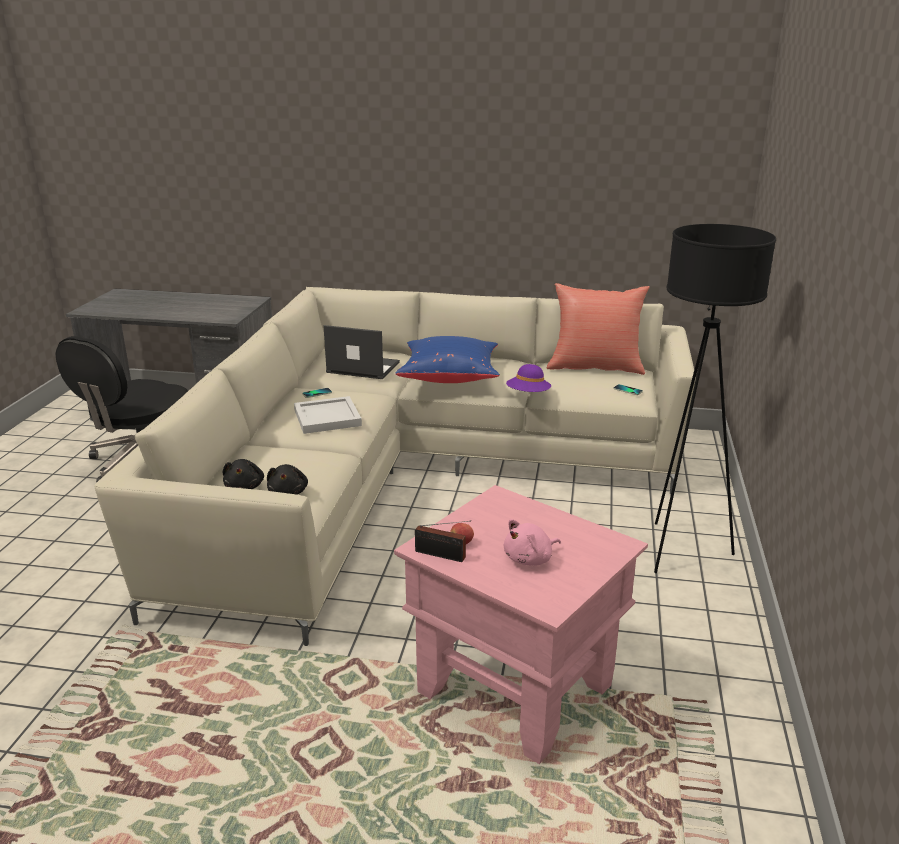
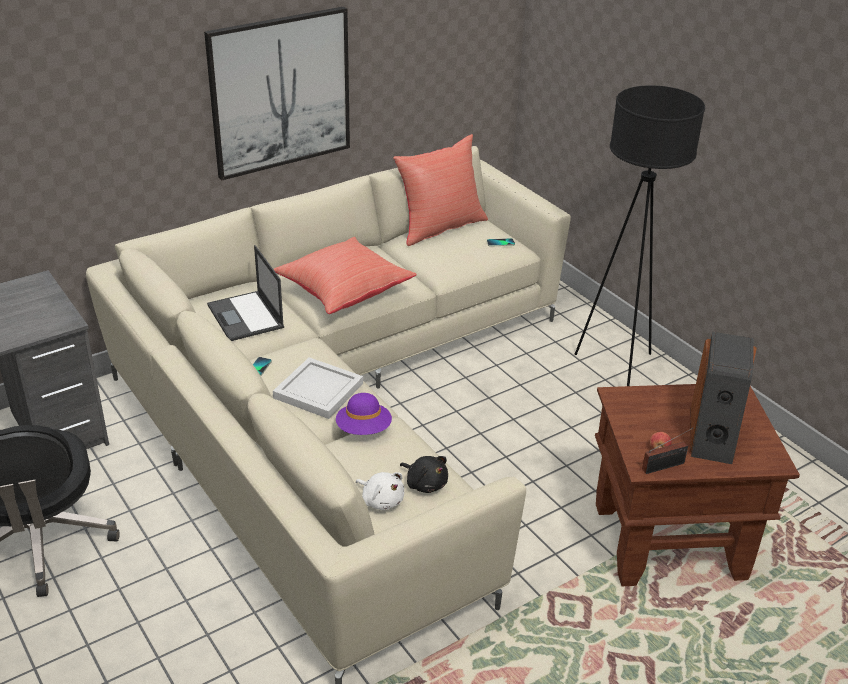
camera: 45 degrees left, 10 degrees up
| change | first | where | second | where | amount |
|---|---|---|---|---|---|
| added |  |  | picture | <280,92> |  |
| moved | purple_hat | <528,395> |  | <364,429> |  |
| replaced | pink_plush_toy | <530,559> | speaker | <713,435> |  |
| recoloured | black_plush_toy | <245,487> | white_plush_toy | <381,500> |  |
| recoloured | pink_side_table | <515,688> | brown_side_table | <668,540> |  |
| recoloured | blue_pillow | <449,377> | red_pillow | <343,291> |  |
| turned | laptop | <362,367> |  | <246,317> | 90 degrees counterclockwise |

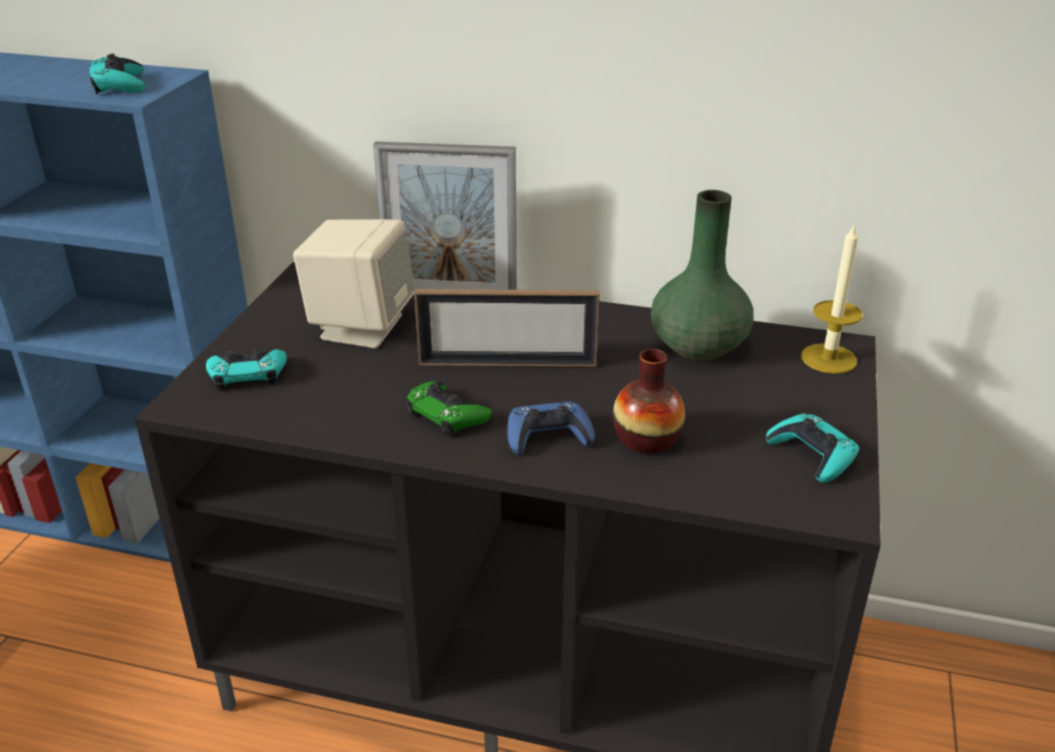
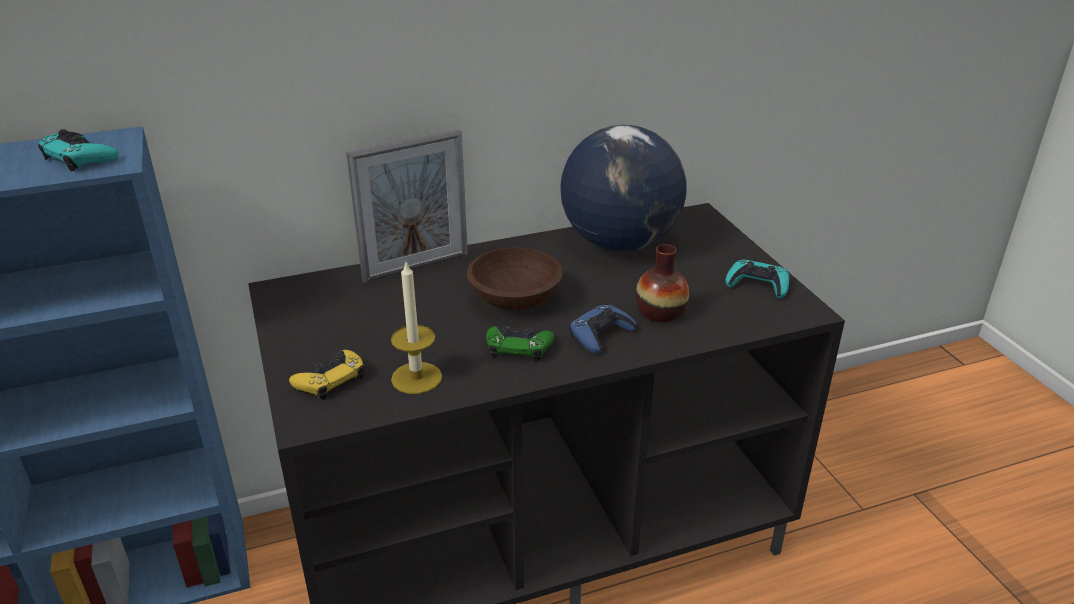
camera: 35 degrees left, 0 degrees up
| change | first | where | second | where | amount |
|---|---|---|---|---|---|
| removed | beige_speaker | <360,326> |  |  |  |
| moved | candle | <829,358> |  | <416,378> |  |
| replaced | picture_frame | <507,364> | brown_bowl | <515,298> |  |
| replaced | green_vase | <697,345> | globe | <619,243> |  |
| recoloured | turquoise_game_controller | <247,375> | yellow_game_controller | <330,380> |  |

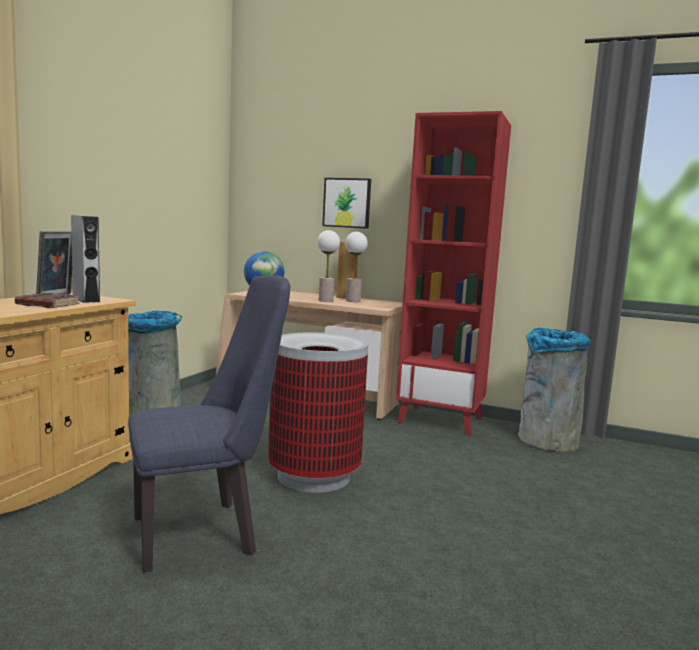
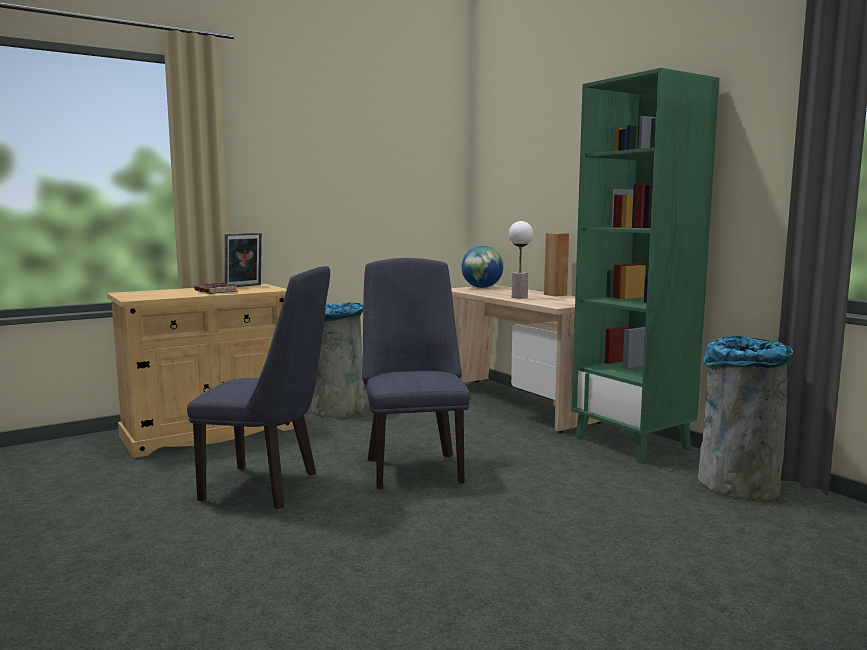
camera: 35 degrees right, 0 degrees up
| change | first | where | second | where | amount |
|---|---|---|---|---|---|
| removed | grey_speaker | <86,299> |  |  |  |
| removed | picture | <347,203> |  |  |  |
| removed | table_lamp | <353,301> |  |  |  |
| replaced | trash_can | <314,476> | blue_chair | <413,467> |  |
| recoloured | red_bookcase | <441,420> | green_bookcase | <632,443> |  |

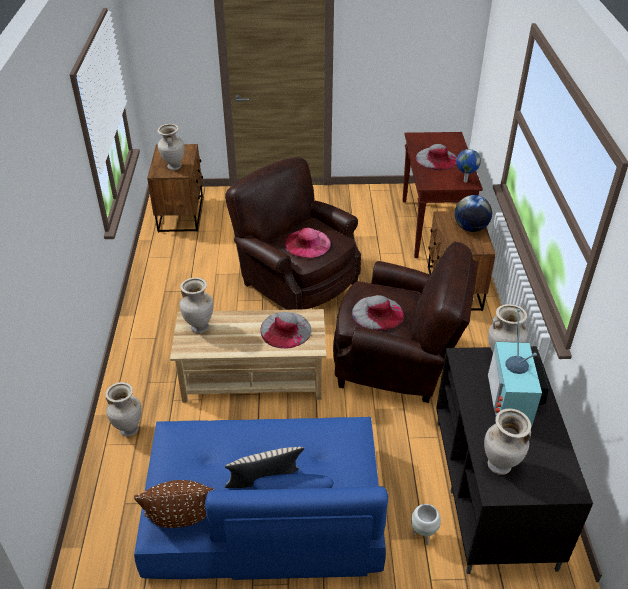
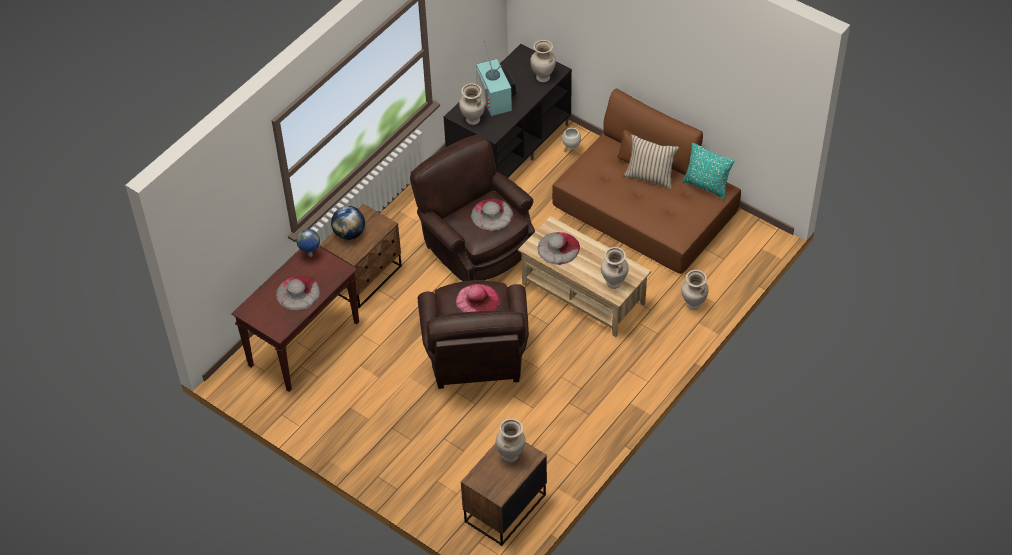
camera: 140 degrees left, 10 degrees up
| change | first | where | second | where | amount |
|---|---|---|---|---|---|
| recoloured | blue_sofa | <264,510> | brown_sofa | <645,209> |  |
| recoloured | brown_pillow | <182,521> | turquoise_pillow | <706,186> |  |
| turned | television | <513,401> |  | <497,98> | 120 degrees clockwise |

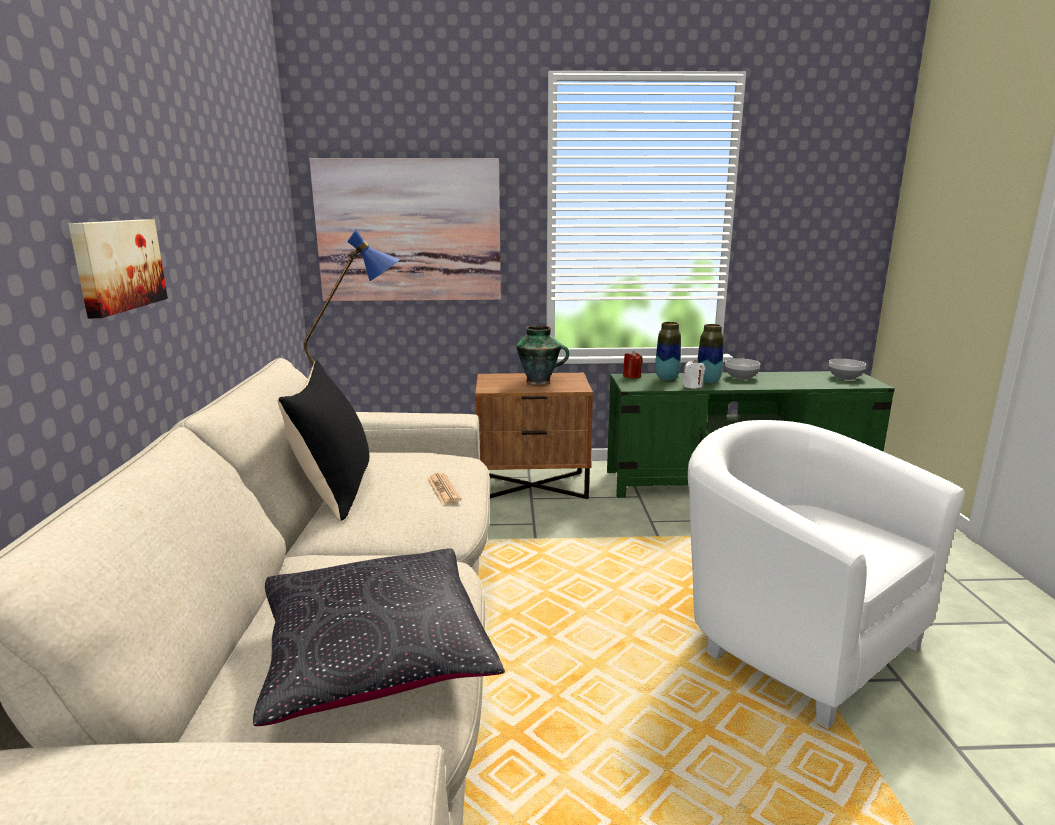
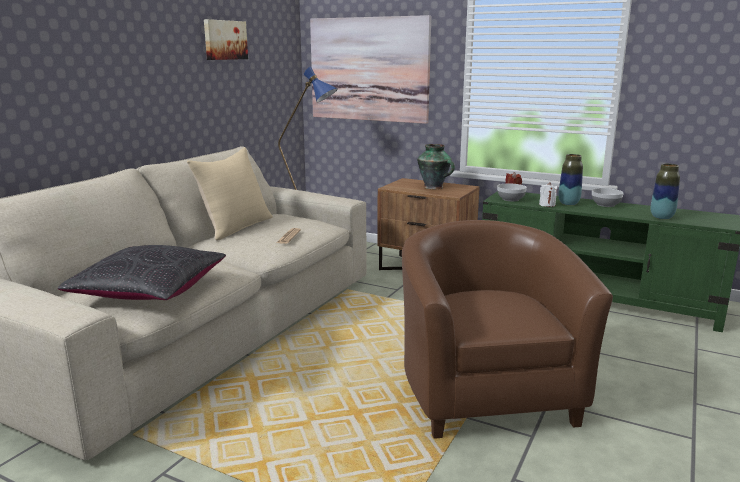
camera: 30 degrees right, 0 degrees up
| change | first | where | second | where | amount |
|---|---|---|---|---|---|
| moved | picture | <117,265> |  | <224,40> |  |
| moved | vase | <666,378> |  | <661,217> |  |
| moved | bowl | <845,377> |  | <511,199> |  |
| recoloured | black_pillow | <335,490> | beige_pillow | <236,227> |  |
| recoloured | white_armchair | <792,639> | brown_armchair | <485,393> |  |

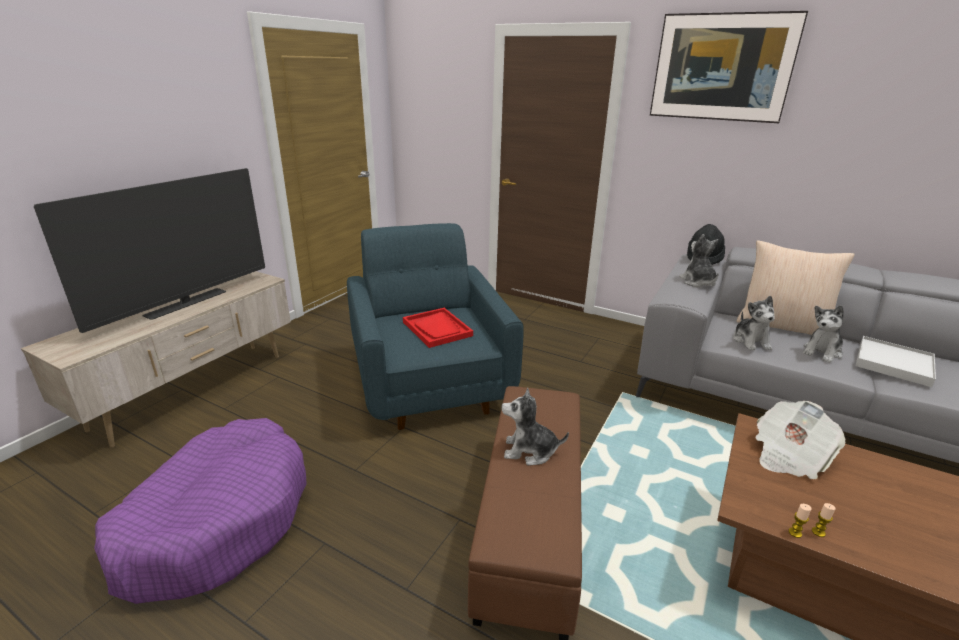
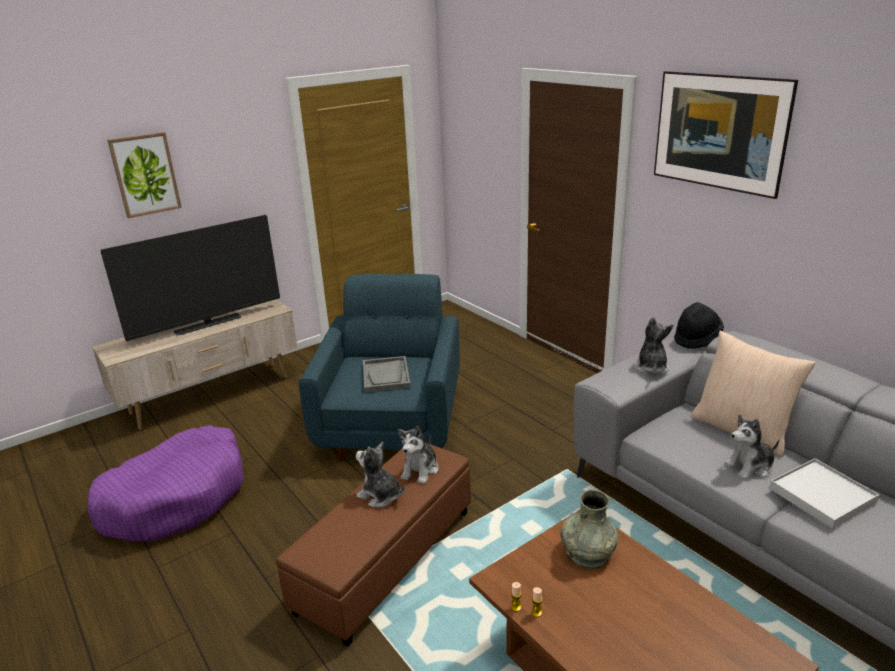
camera: 25 degrees right, 0 degrees up
| change | first | where | second | where | amount |
|---|---|---|---|---|---|
| added |  |  | picture | <145,174> |  |
| moved | plush_toy | <751,341> |  | <420,470> |  |
| replaced | newspaper | <789,455> | grey_vase | <587,552> |  |
| recoloured | red_tray | <437,329> | grey_tray | <386,376> |  |

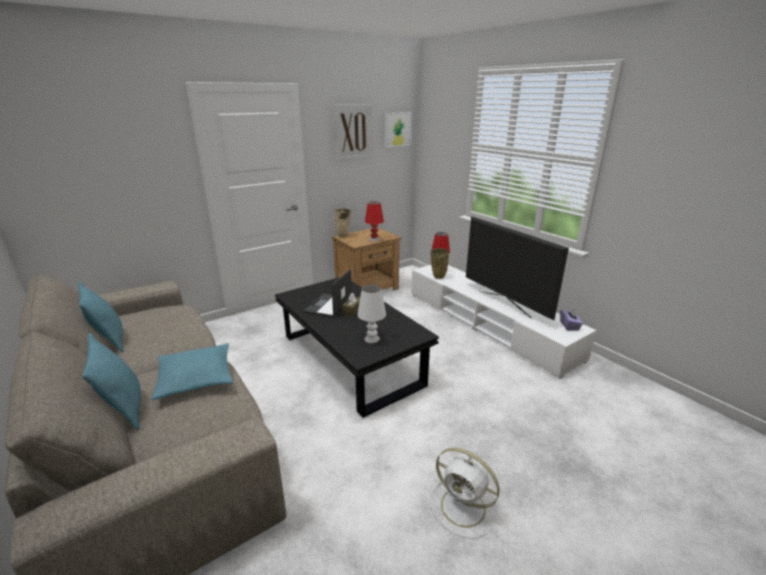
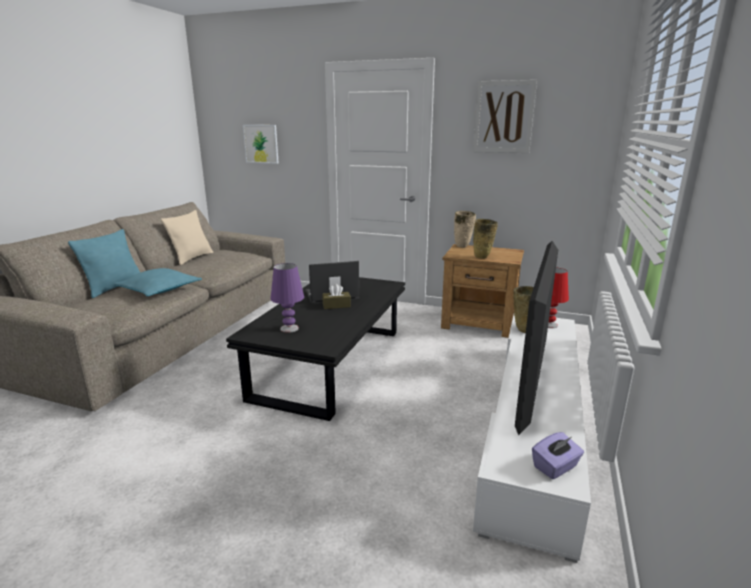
camera: 55 degrees right, 5 degrees down
| change | first | where | second | where | amount |
|---|---|---|---|---|---|
| removed | white_fan | <465,508> |  |  |  |
| moved | picture | <397,129> |  | <261,144> |  |
| replaced | red_table_lamp | <374,240> | beige_vase | <482,257> |  |
| recoloured | turquoise_pillow | <110,340> | beige_pillow | <192,258> |  |
| recoloured | white_table_lamp | <371,339> | purple_table_lamp | <289,328> |  |

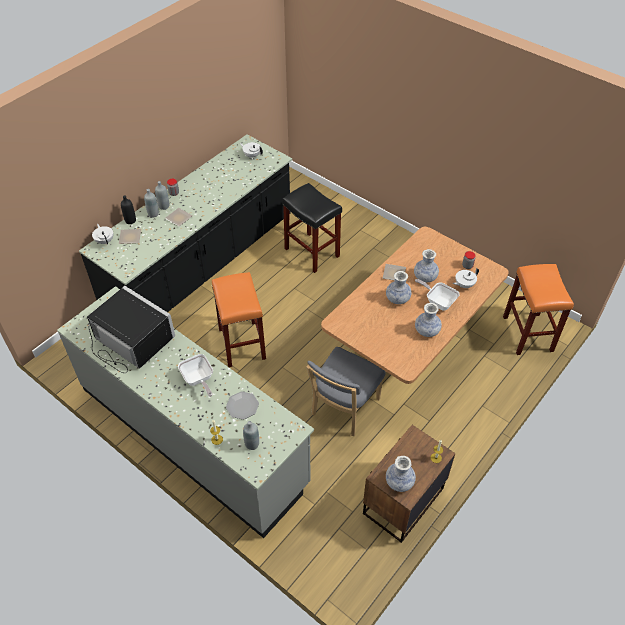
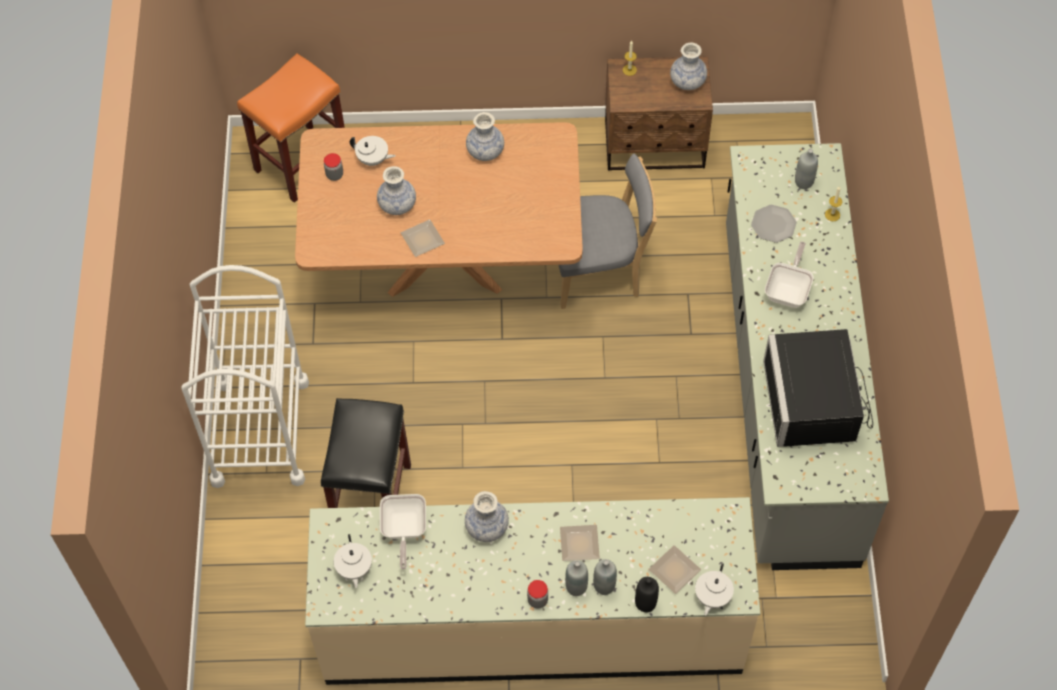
camera: 130 degrees left, 10 degrees up
| change | first | where | second | where | amount |
|---|---|---|---|---|---|
| removed | orange_stool | <242,344> |  |  |  |
| added |  |  | white_cart | <260,432> |  |
| moved | vase | <397,299> |  | <487,527> |  |
| moved | frying_pan | <438,301> |  | <403,530> |  |
| recoloured | black_counter | <202,265> | beige_counter | <532,625> |  |

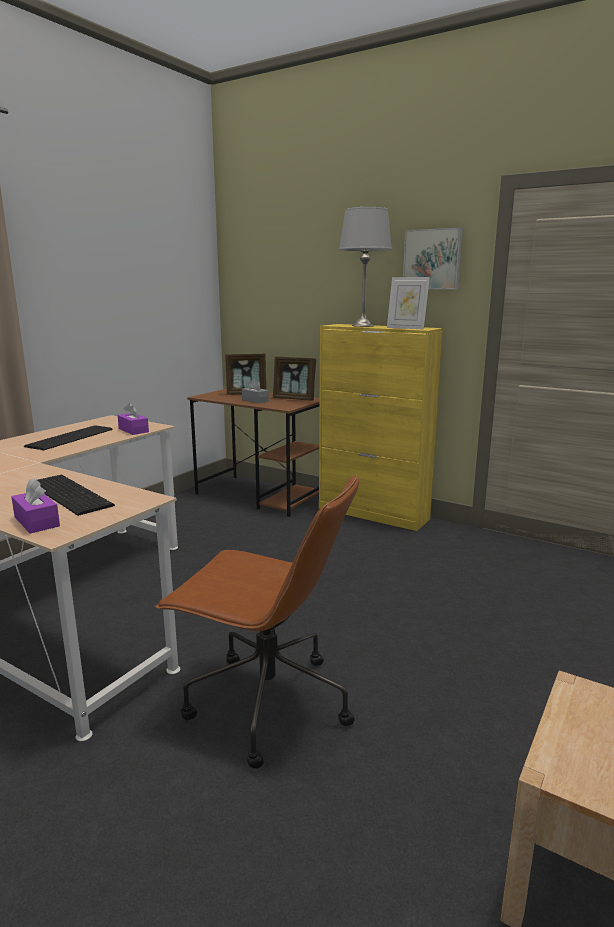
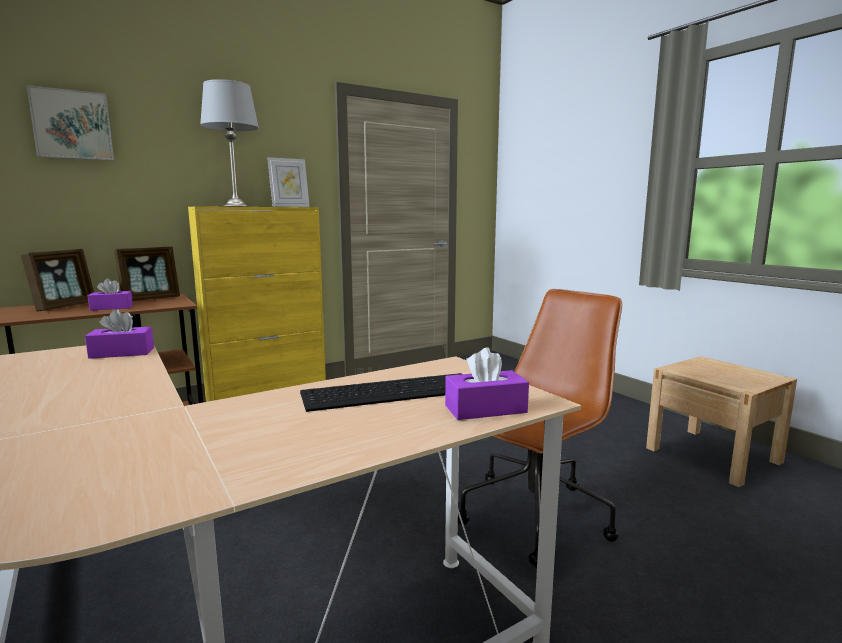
camera: 65 degrees left, 5 degrees down
| change | first | where | second | where | amount |
|---|---|---|---|---|---|
| removed | keyboard | <68,438> |  |  |  |
| moved | picture | <432,259> |  | <72,125> |  |
| recoloured | grey_tissue_box | <255,400> | purple_tissue_box | <111,307> |  |

